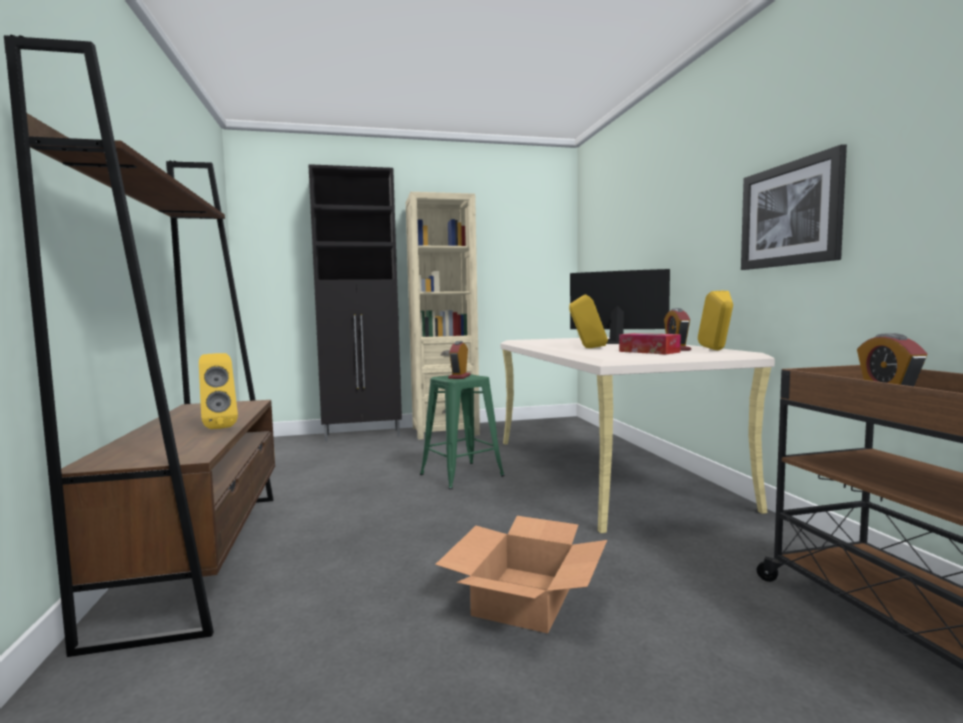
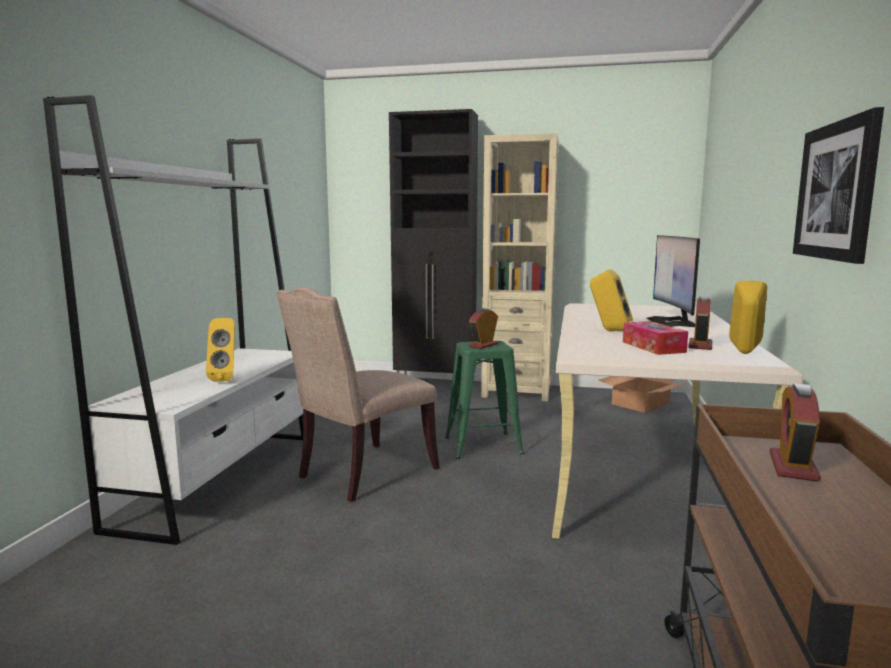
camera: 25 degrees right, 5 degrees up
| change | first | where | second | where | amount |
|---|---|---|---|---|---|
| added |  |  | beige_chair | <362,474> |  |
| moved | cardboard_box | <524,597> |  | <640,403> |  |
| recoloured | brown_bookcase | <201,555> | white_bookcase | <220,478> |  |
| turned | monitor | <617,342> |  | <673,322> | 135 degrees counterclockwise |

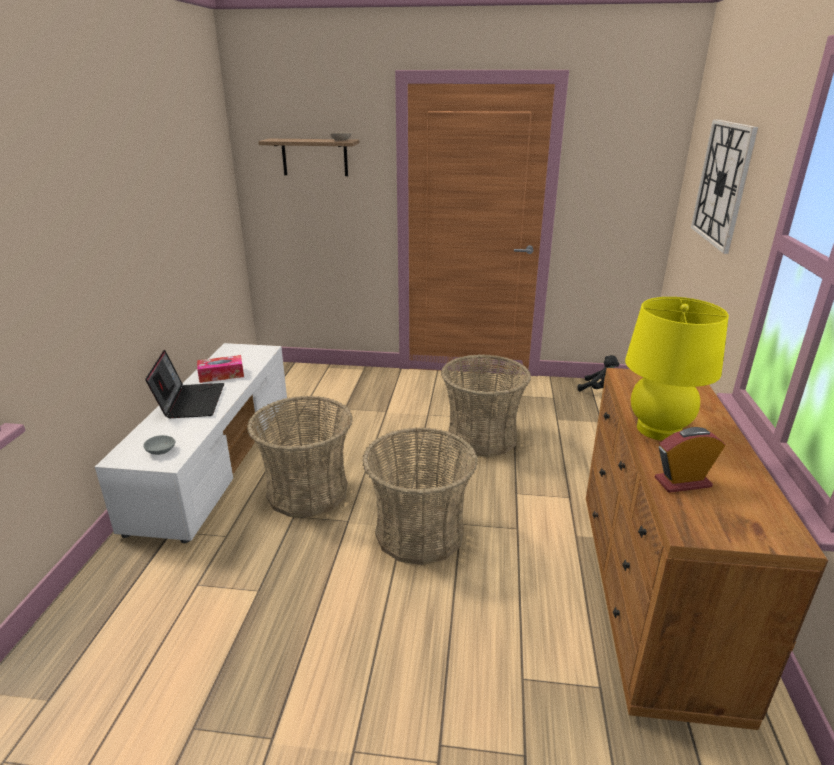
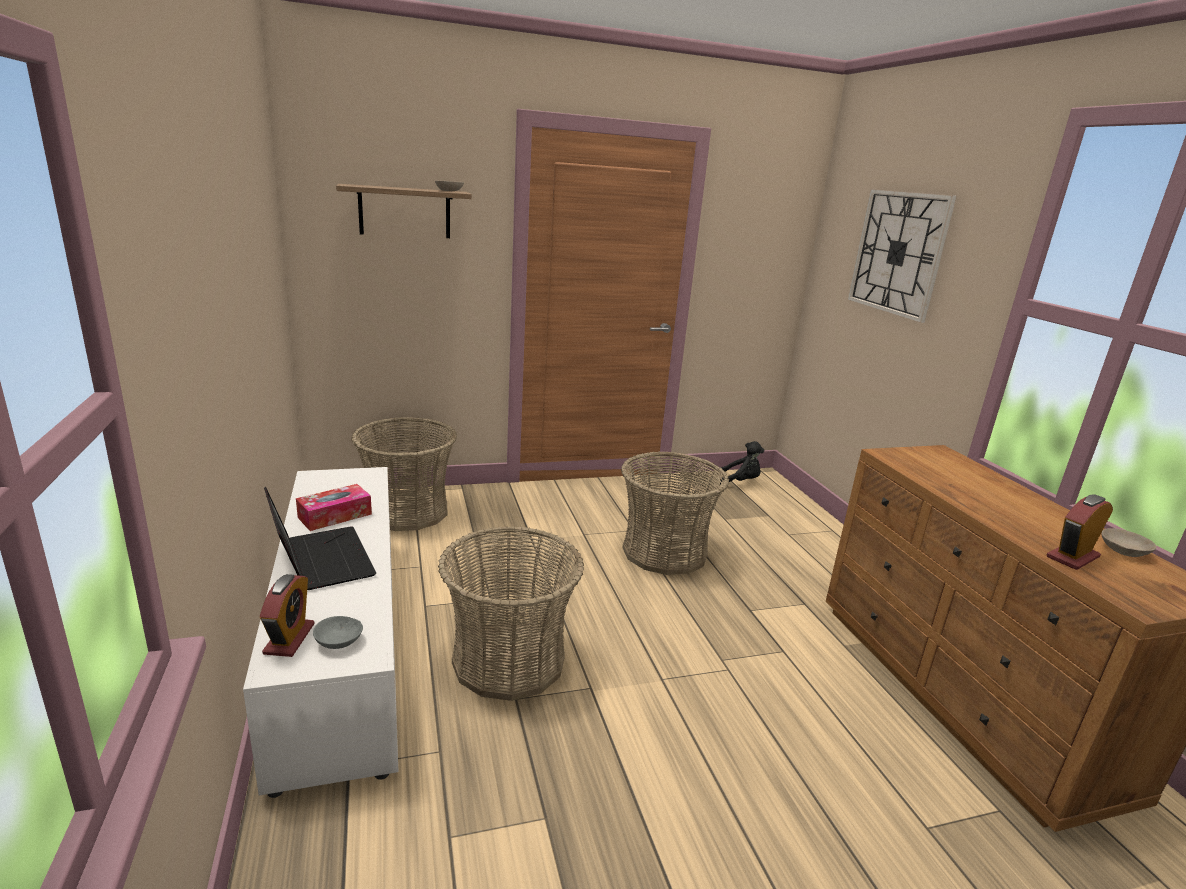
camera: 25 degrees left, 5 degrees down
| change | first | where | second | where | amount |
|---|---|---|---|---|---|
| removed | yellow_table_lamp | <658,429> |  |  |  |
| added |  |  | alarm_clock | <289,639> |  |
| added |  |  | beige_bowl | <1124,551> |  |
| moved | basket | <420,533> |  | <407,511> |  |

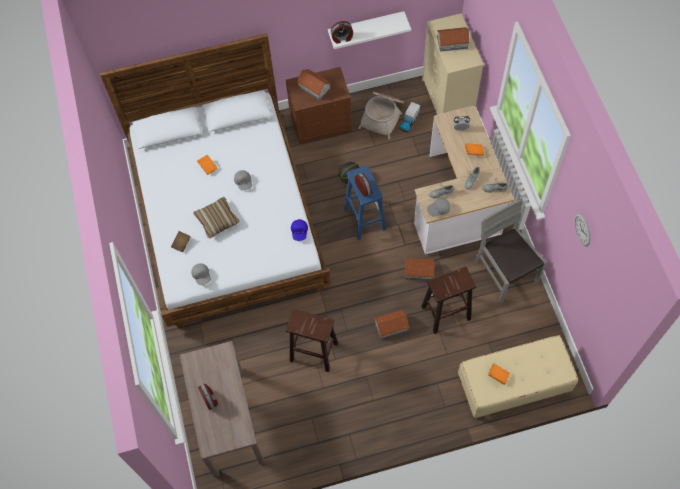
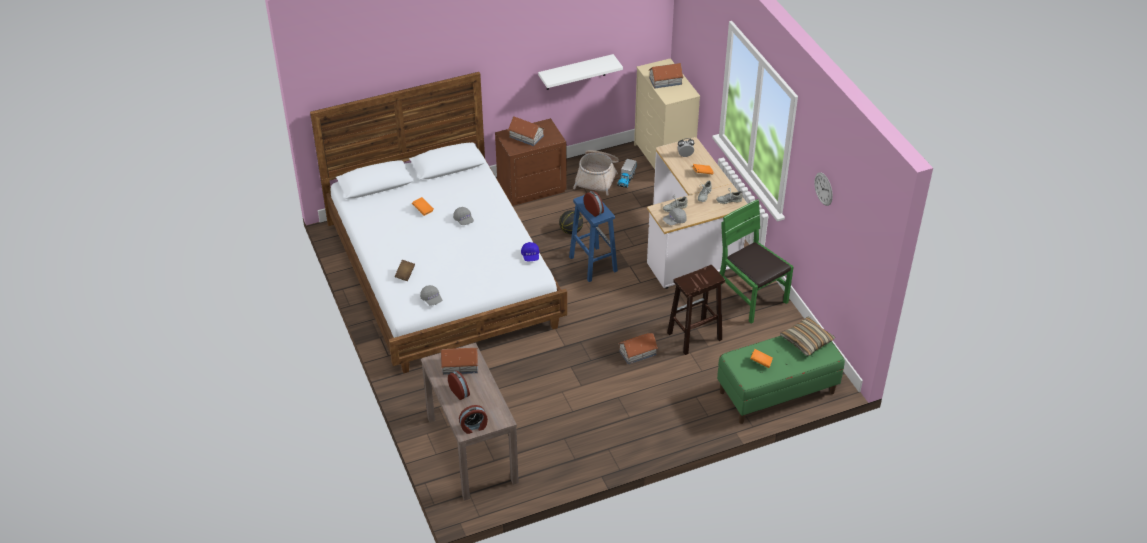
camera: 10 degrees left, 20 degrees down
| change | first | where | second | where | amount |
|---|---|---|---|---|---|
| removed | brown_stool | <313,352> |  |  |  |
| moved | pillow | <217,220> |  | <806,341> |  |
| moved | alarm_clock | <342,38> |  | <474,427> |  |
| moved | toy_house | <419,271> |  | <460,365> |  |
| recoloured | beige_bench | <512,386> | green_bench | <777,392> |  |
| recoloured | grey_chair | <505,272> | green_chair | <751,297> |  |

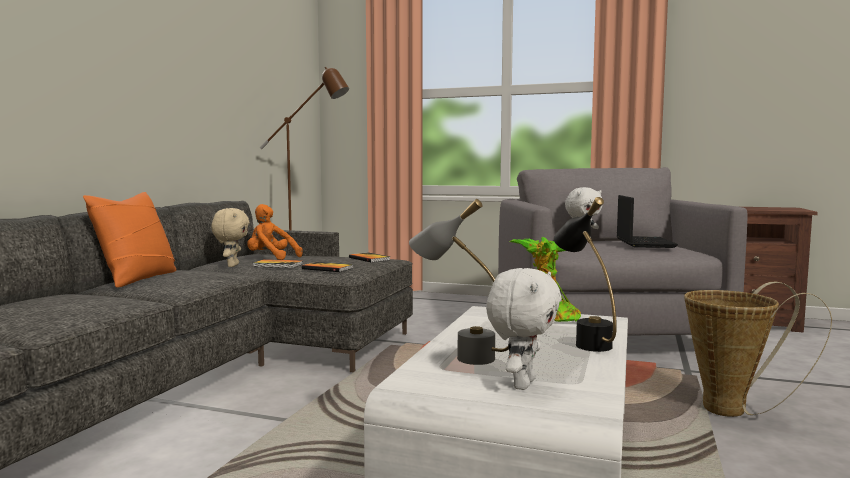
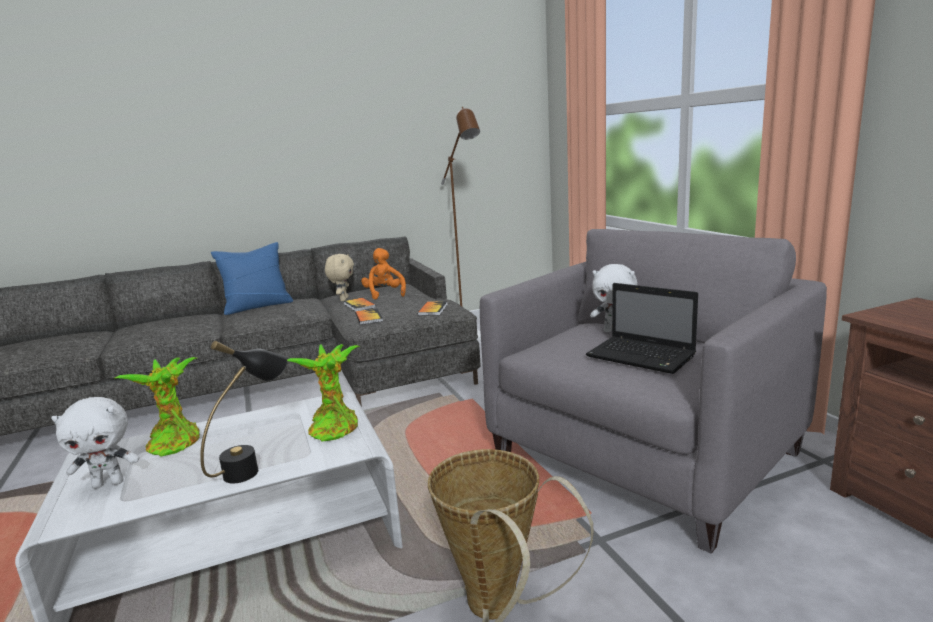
camera: 50 degrees right, 10 degrees up
| change | first | where | second | where | amount |
|---|---|---|---|---|---|
| replaced | grey_table_lamp | <460,355> | potted_plant | <174,441> |  |
| recoloured | orange_pillow | <137,278> | blue_pillow | <257,306> |  |
| turned | beige_plush_toy | <232,265> |  | <343,299> | 45 degrees counterclockwise |
| turned | laptop | <643,243> |  | <643,356> | 75 degrees clockwise |

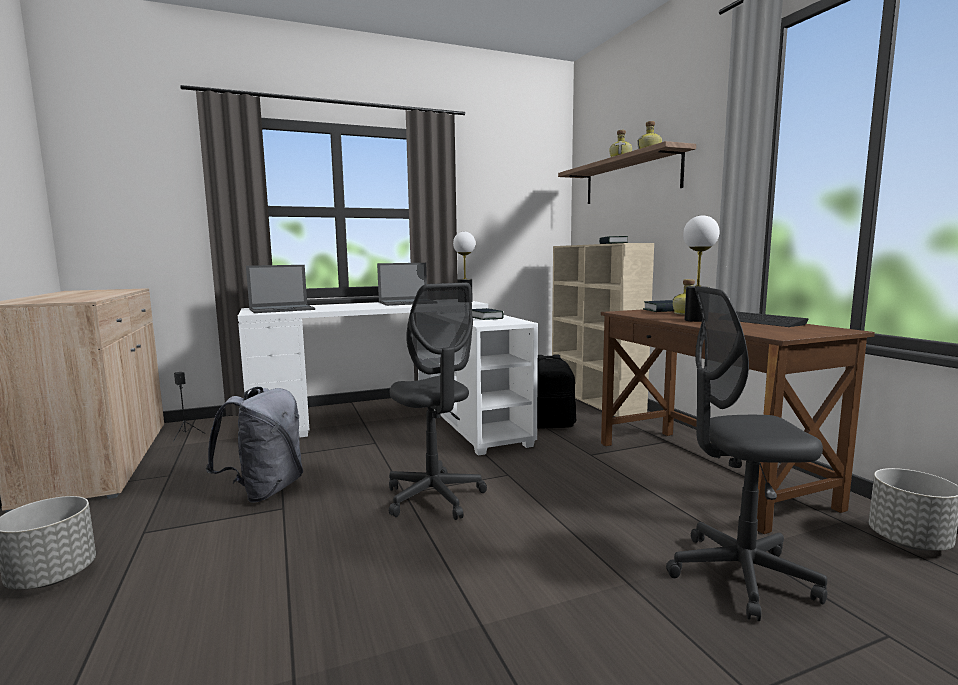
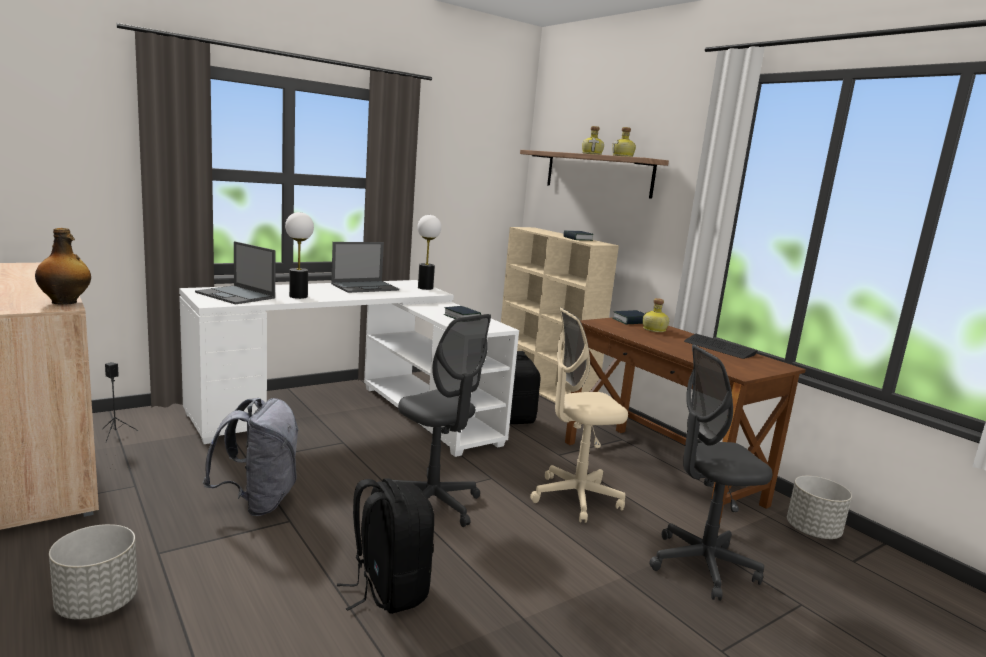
camera: 15 degrees left, 5 degrees up
| change | first | where | second | where | amount |
|---|---|---|---|---|---|
| added |  |  | bottle | <65,302> |  |
| added |  |  | black_backpack | <388,590> |  |
| added |  |  | beige_office_chair | <575,498> |  |
| moved | table_lamp | <696,320> |  | <298,296> |  |
| turned | laptop | <282,309> |  | <236,295> | 75 degrees clockwise |

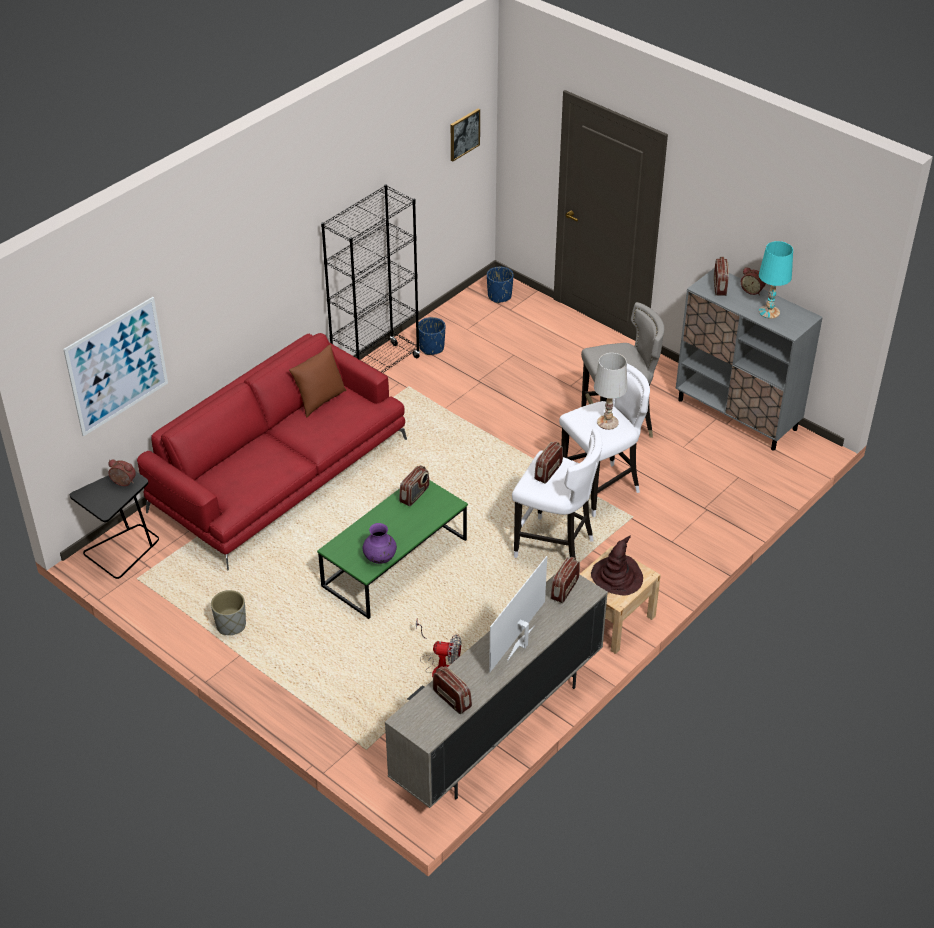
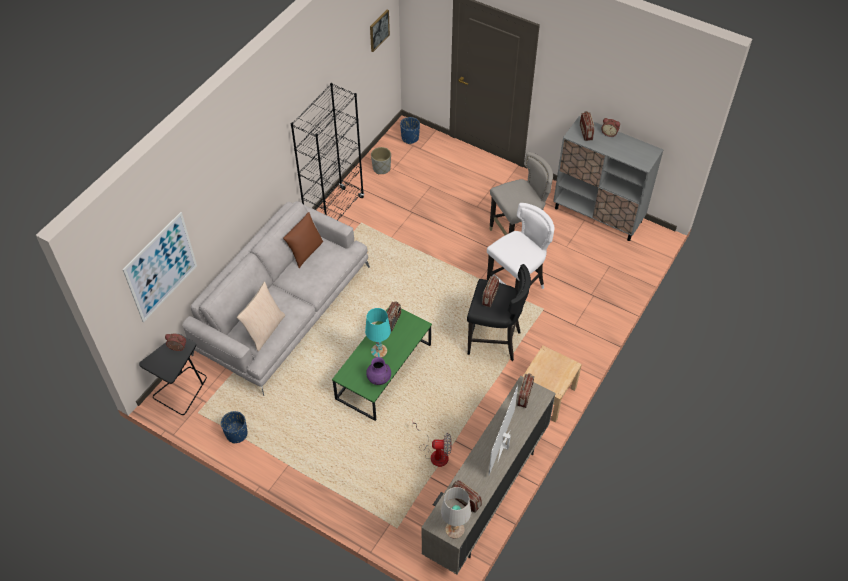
camera: 10 degrees left, 10 degrees up
| change | first | where | second | where | amount |
|---|---|---|---|---|---|
| removed | brown_hat | <617,576> |  |  |  |
| added |  |  | beige_pillow | <264,330> |  |
| moved | grey_planter | <231,625> |  | <381,168> |  |
| moved | blue_planter | <431,348> |  | <236,434> |  |
| moved | white_table_lamp | <607,422> |  | <455,529> |  |
| moved | turquoise_table_lamp | <769,312> |  | <379,350> |  |
| recoloured | red_sofa | <279,474> | grey_sofa | <283,309> |  |
| recoloured | white_stool | <555,547> | black_stool | <494,341> |  |

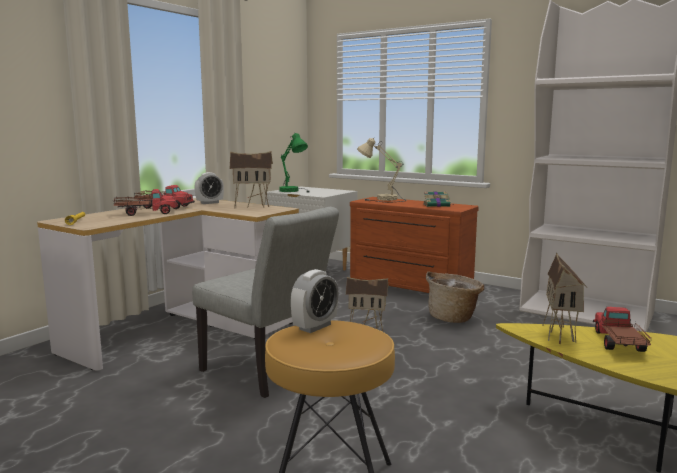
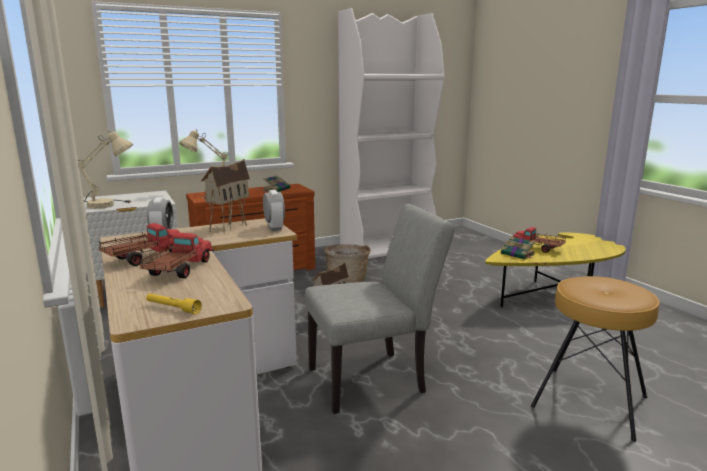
camera: 60 degrees left, 5 degrees up
| change | first | where | second | where | amount |
|---|---|---|---|---|---|
| moved | alarm_clock | <315,327> |  | <274,227> |  |
| replaced | toy_house | <560,335> | book | <518,254> |  |
| recoloured | green_table_lamp | <295,191> | beige_table_lamp | <108,204> |  |

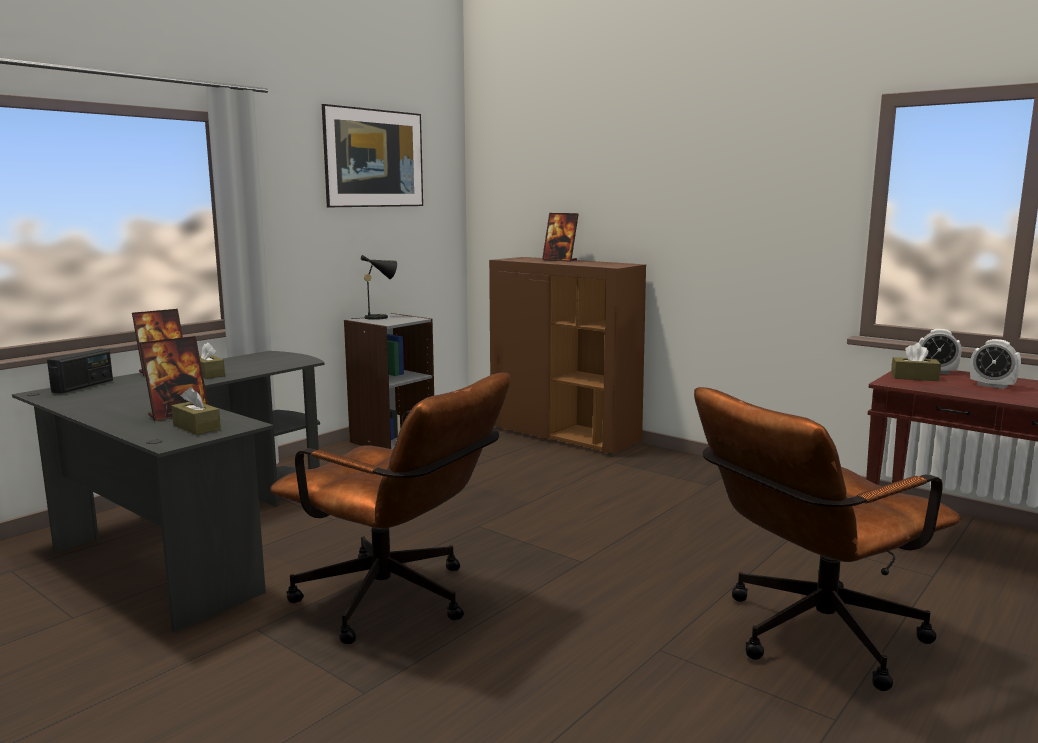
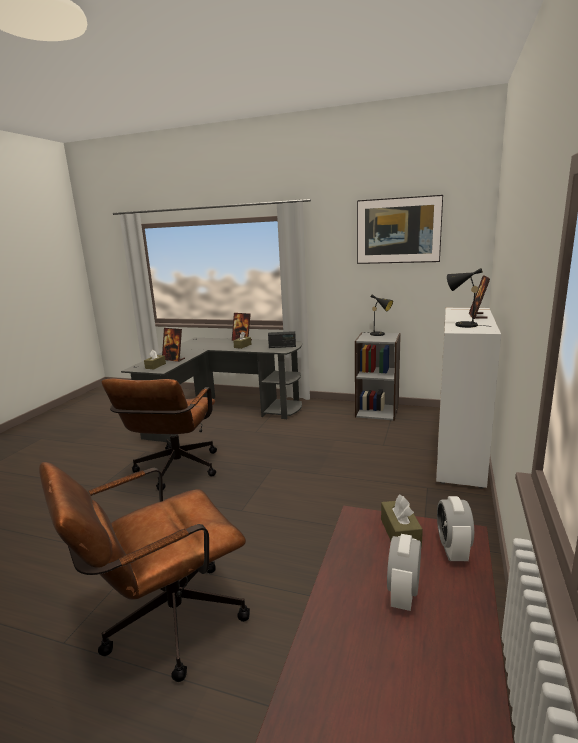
camera: 70 degrees right, 5 degrees up
| change | first | where | second | where | amount |
|---|---|---|---|---|---|
| added |  |  | black_table_lamp | <462,325> |  |
| moved | radio | <83,386> |  | <282,346> |  |
| recoloured | brown_cabinet | <564,436> | white_cabinet | <460,456> |  |
| turned | brown_office_chair | <808,637> |  | <163,624> | 75 degrees counterclockwise |

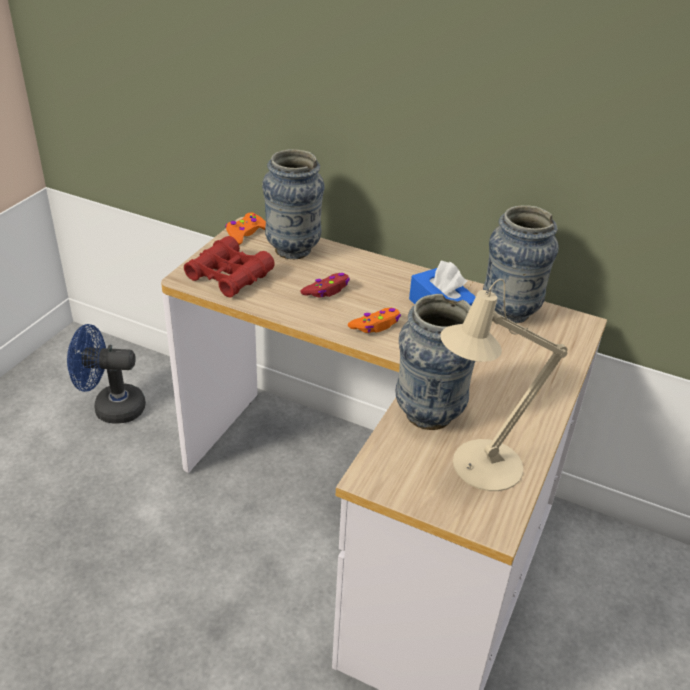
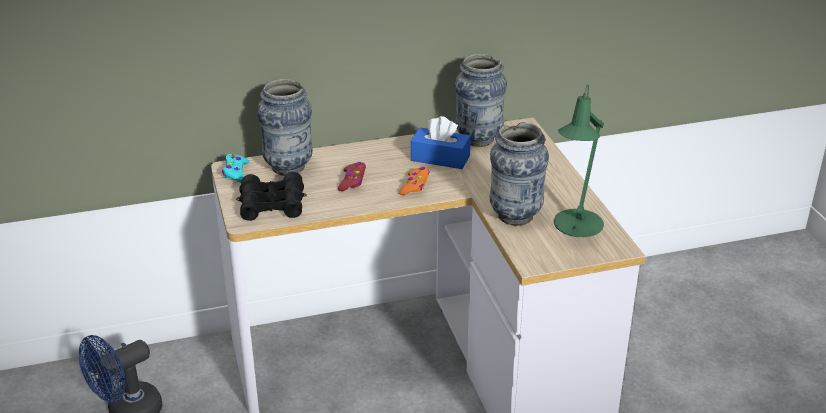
camera: 40 degrees left, 5 degrees down
| change | first | where | second | where | amount |
|---|---|---|---|---|---|
| recoloured | red_binoculars | <229,276> | black_binoculars | <272,205> |  |
| recoloured | orange_game_controller | <246,233> | turquoise_game_controller | <236,173> |  |
| recoloured | beige_table_lamp | <478,467> | green_table_lamp | <576,227> |  |

